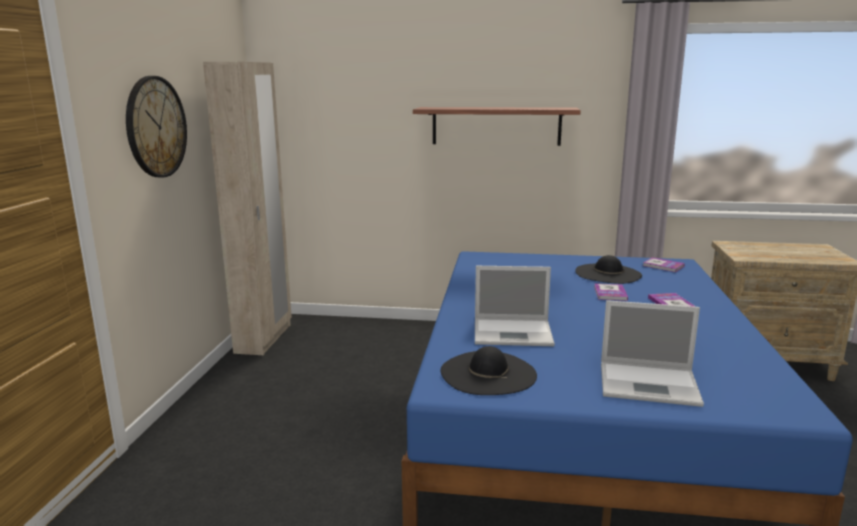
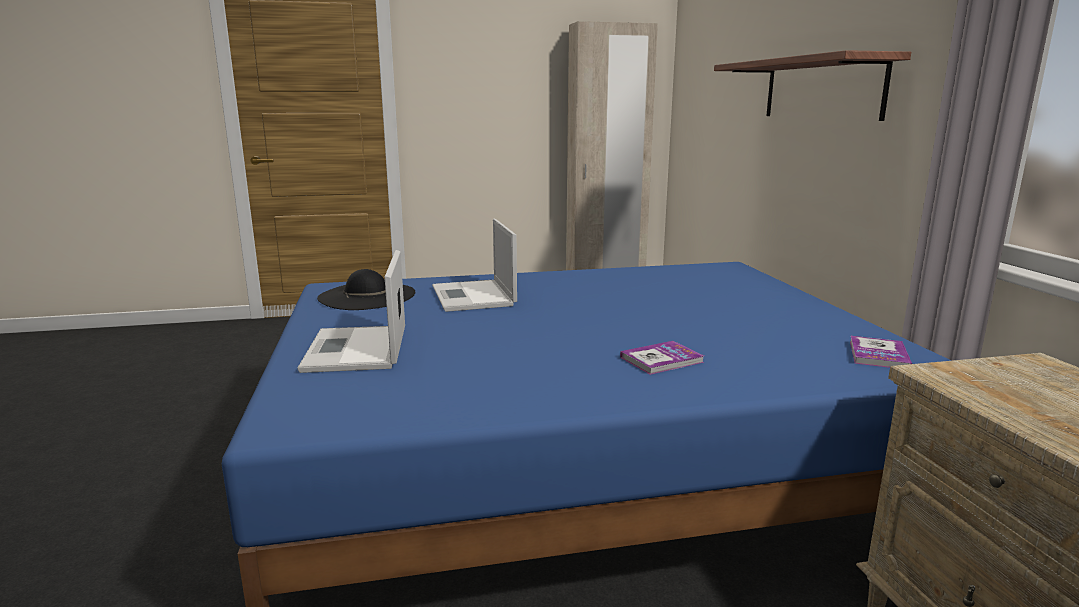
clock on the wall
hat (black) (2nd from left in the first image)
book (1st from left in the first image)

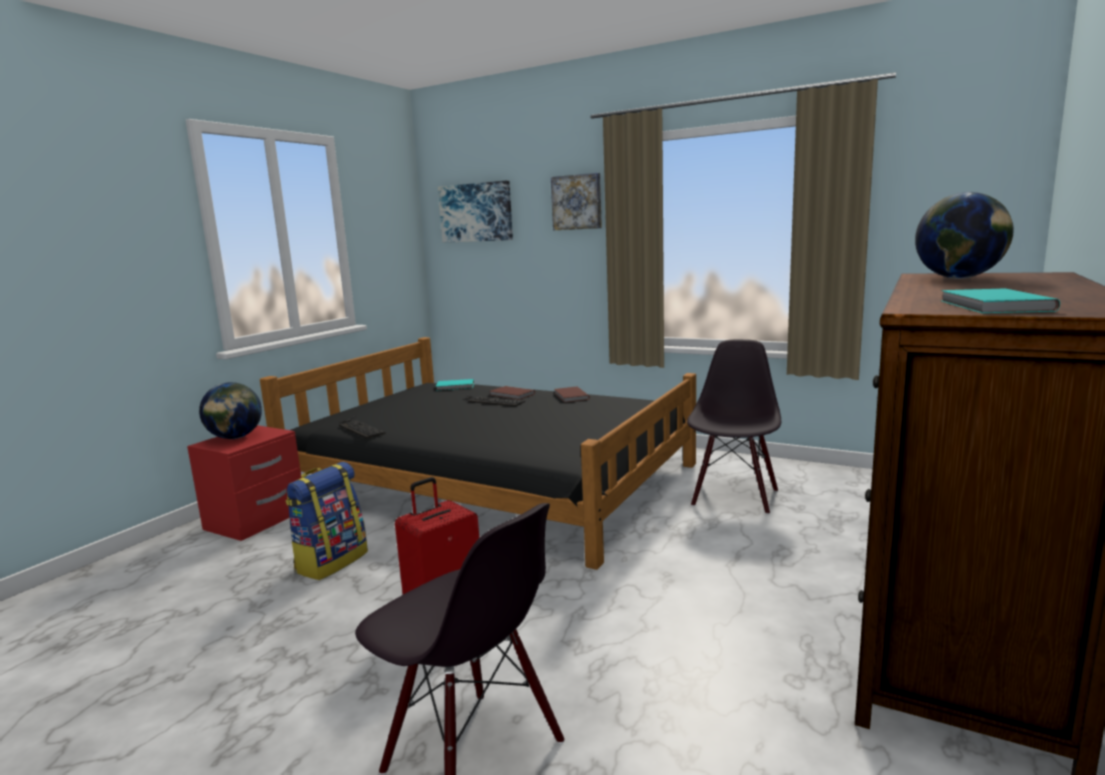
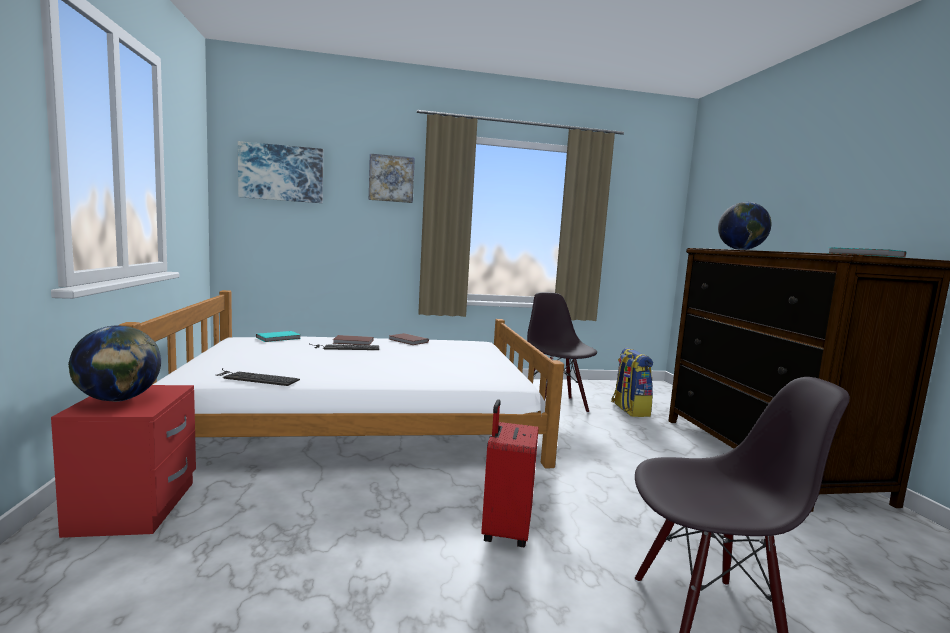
bed (white-coloured)
rucksack

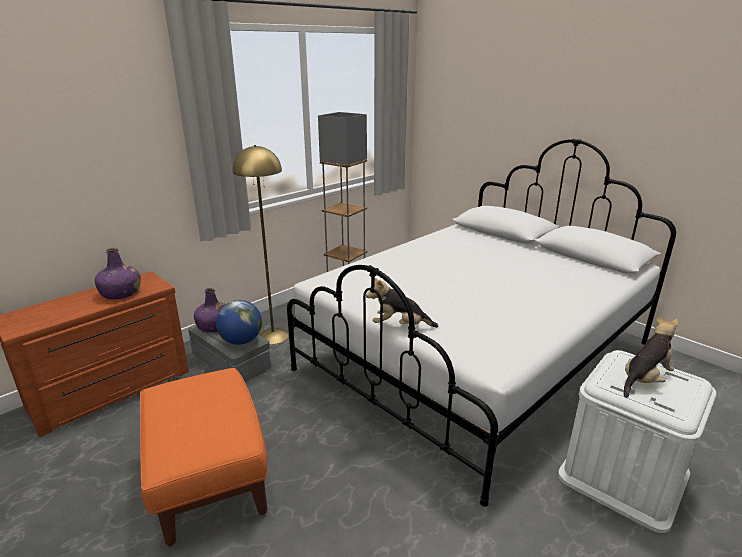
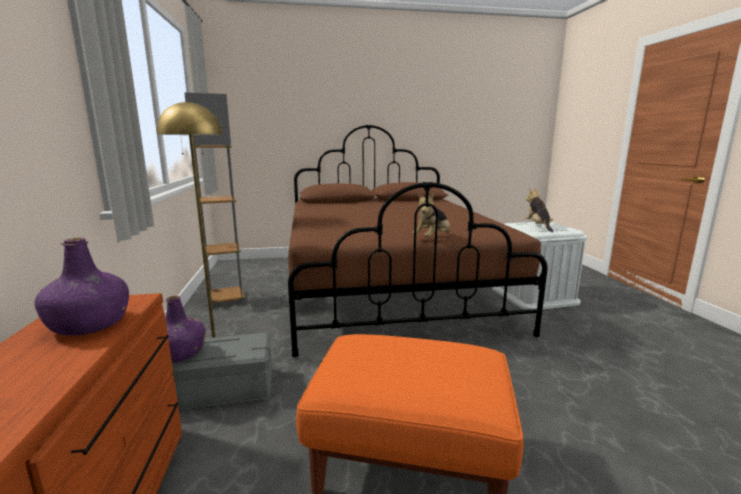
bed (brownish)
desk globe

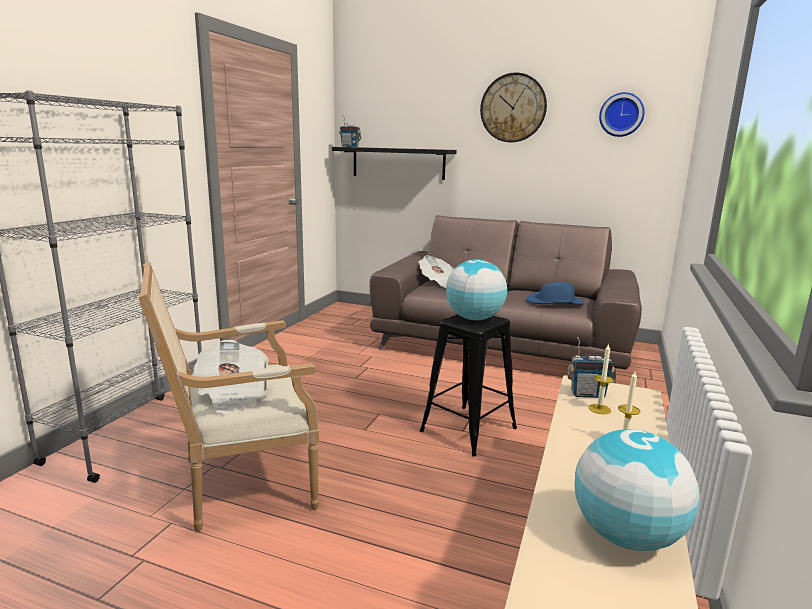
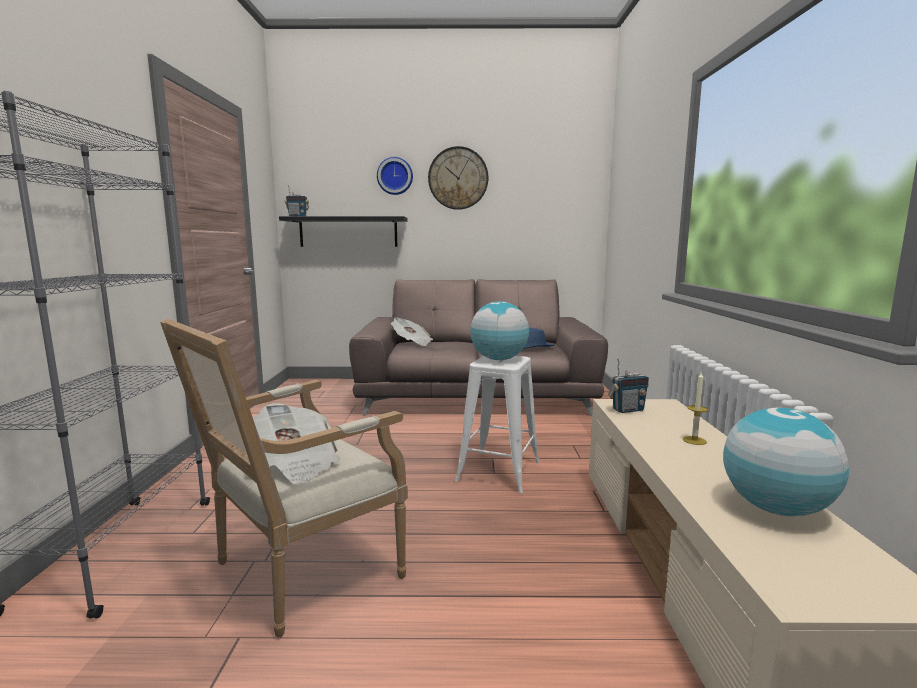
clock on the wall (1st from left)
sitting stool (white-coloured)
wax candle (1st from left in the first image)

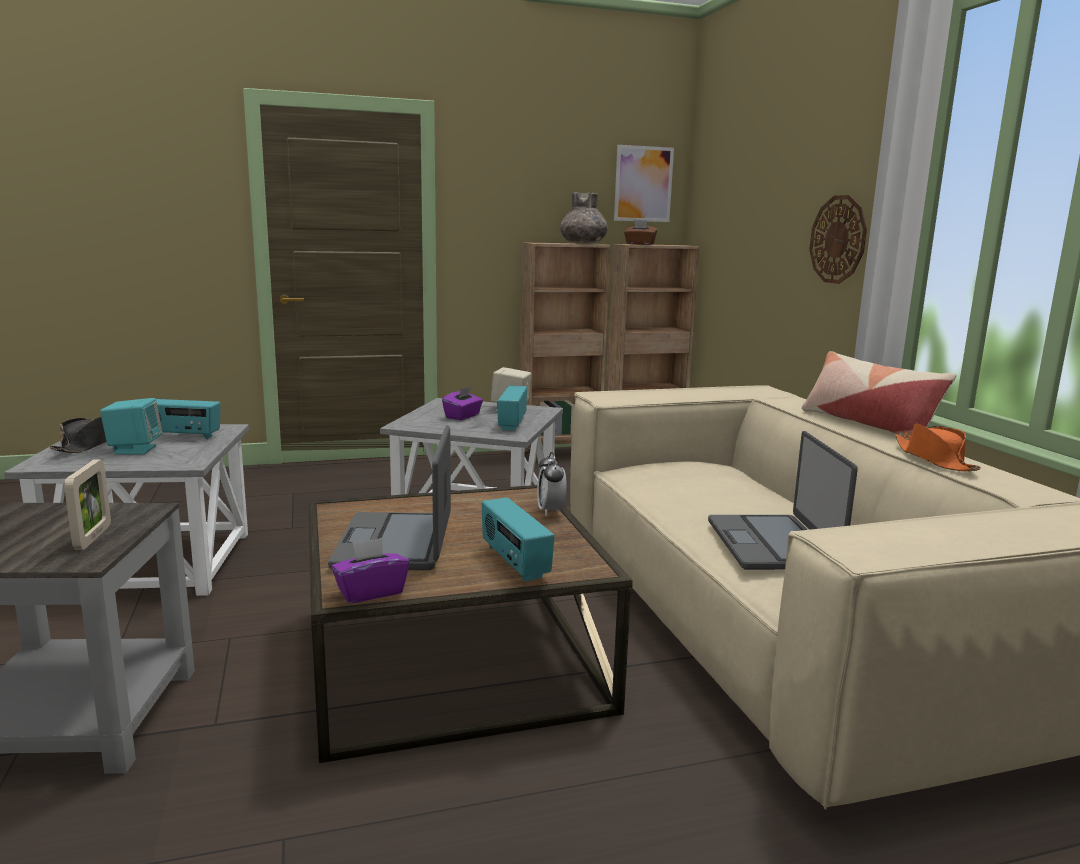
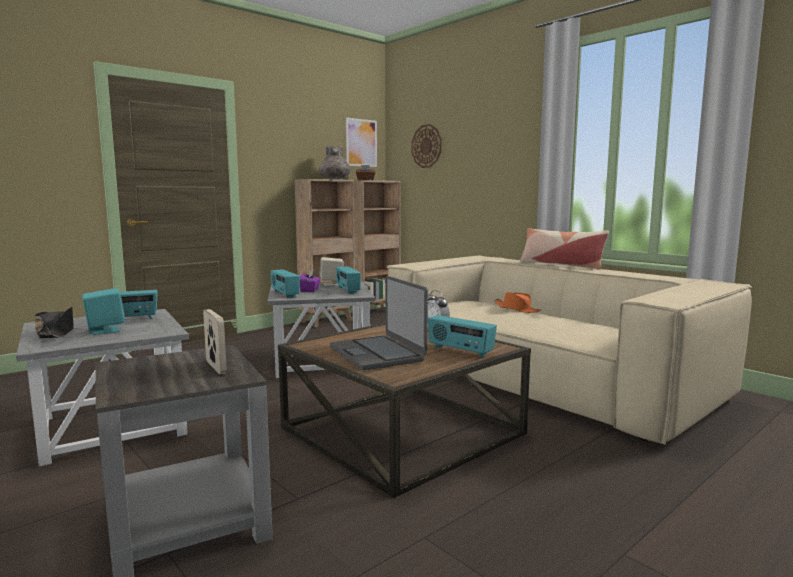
clock on the wall
hat (orange-coloured)
notebook computer (2nd from left in the first image)
tissue box (purple-coloured) (1st from left in the first image)
radio (2nd from left)

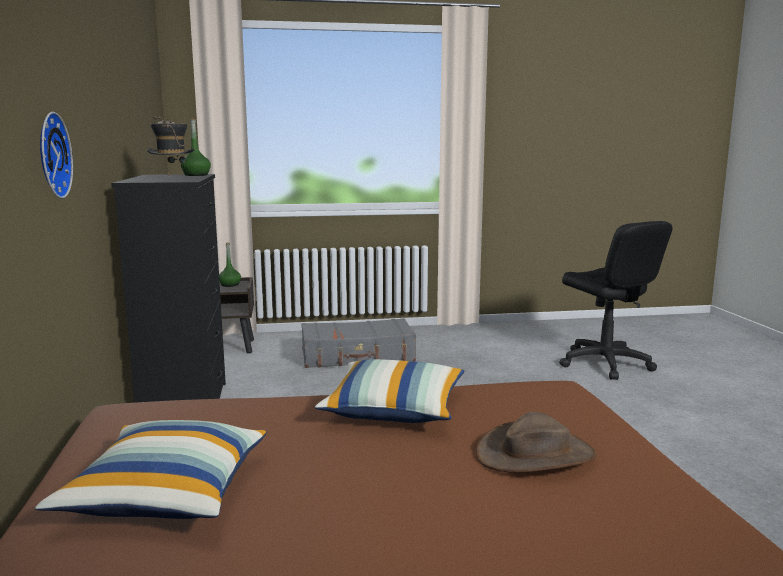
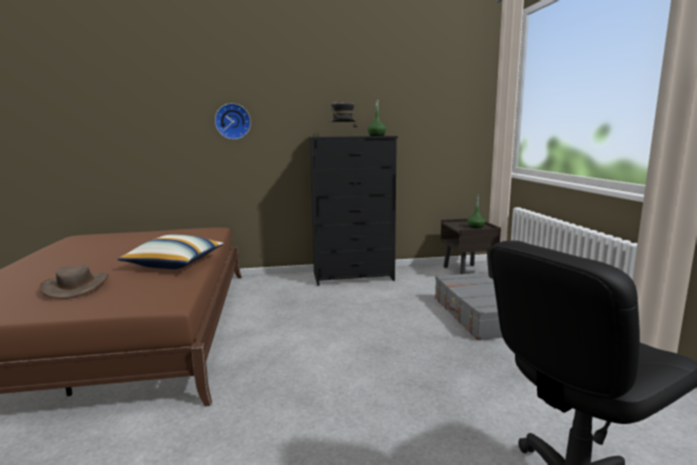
throw pillow (1st from left in the first image)

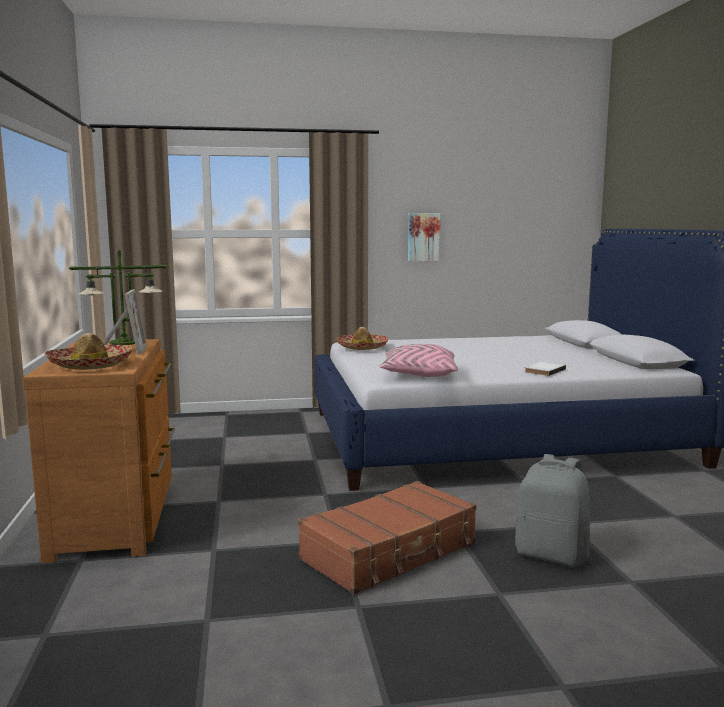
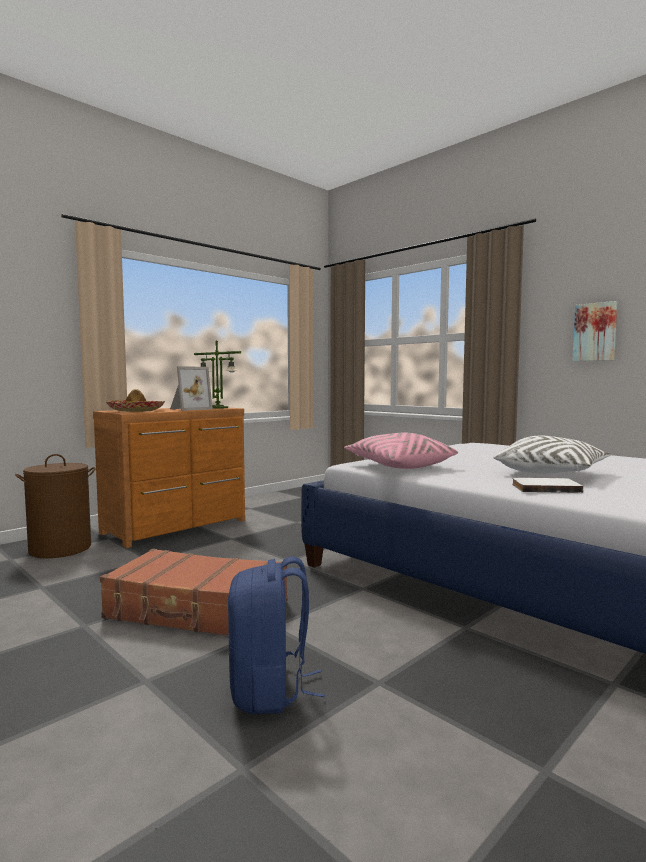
hat (2nd from left in the first image)
rucksack (blue-coloured)
throw pillow (white-coloured)
washing basket (brownish)

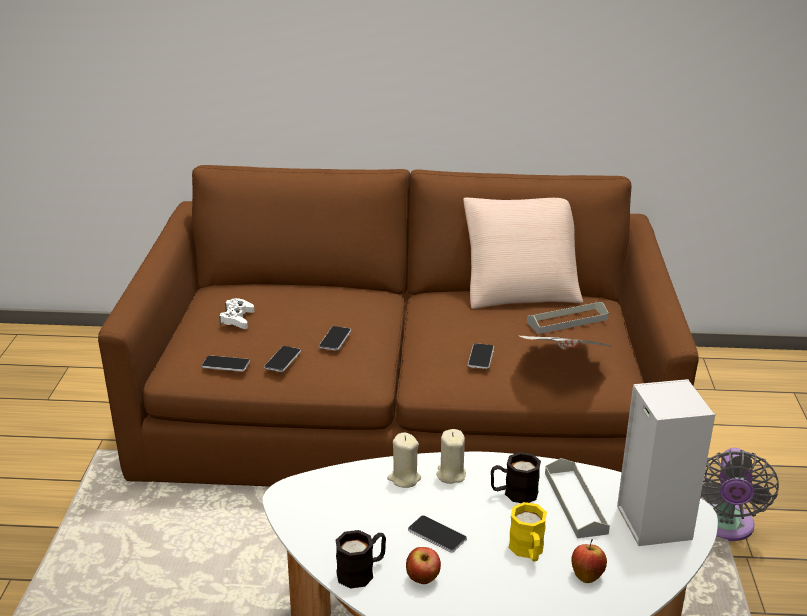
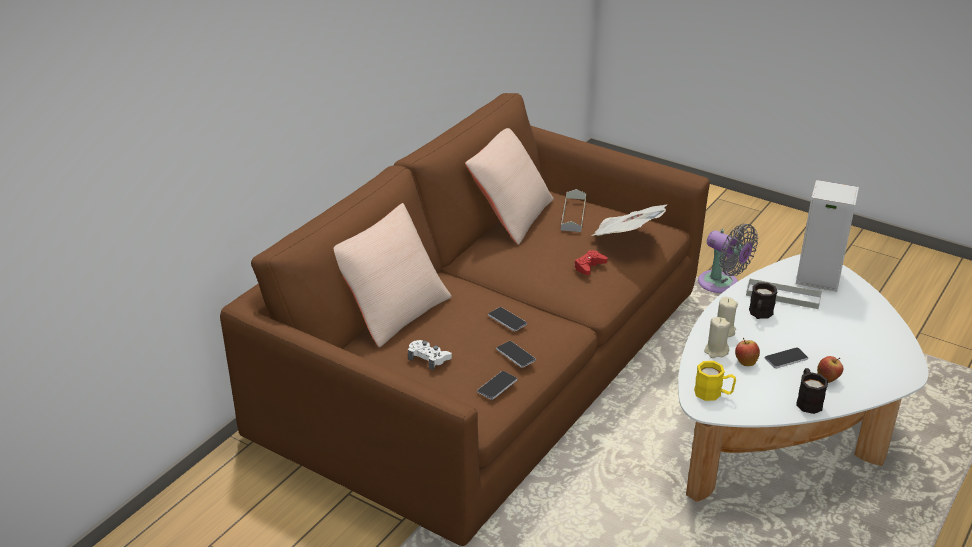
joypad (reddish)
coffee mug (yellow)
apple fruit (1st from left)
throw pillow (sand-coloured) (1st from left)

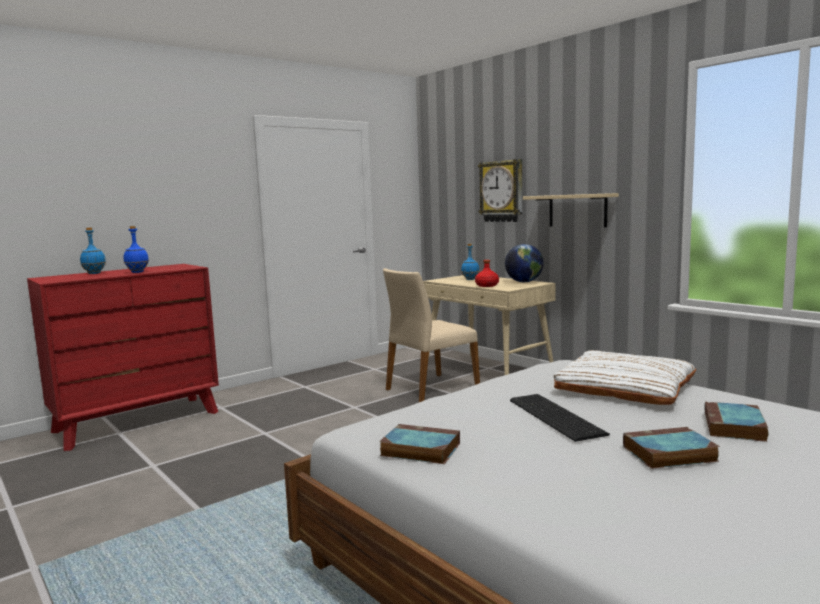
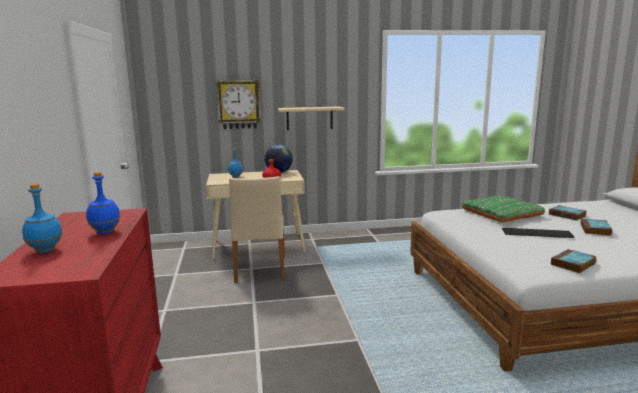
throw pillow (green)

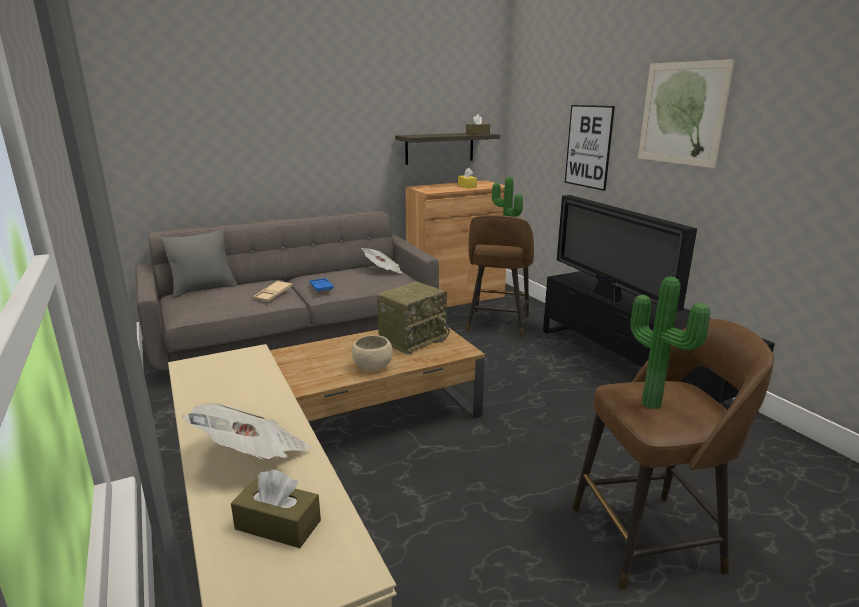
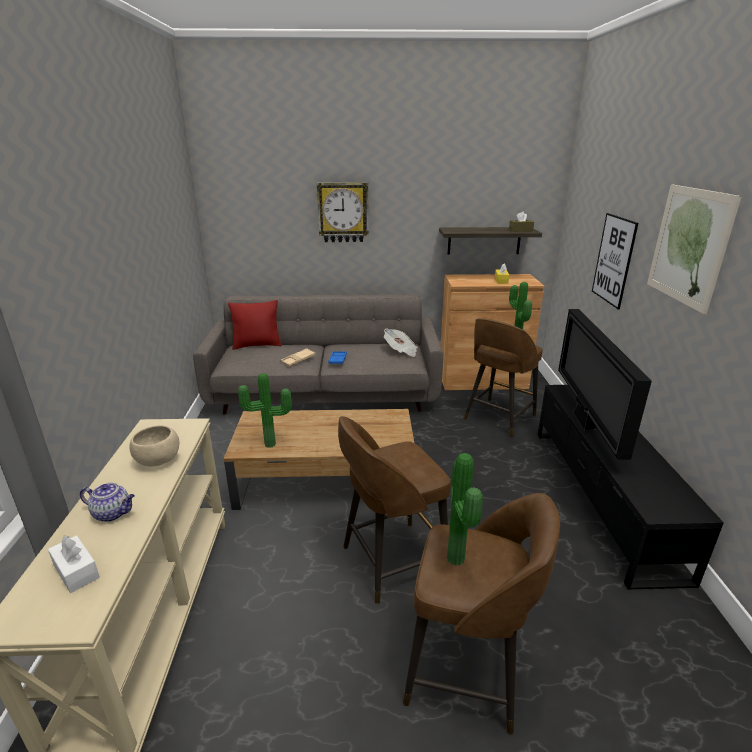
throw pillow (reddish)
radio
serving bowl (sand-coloured)
tea pot
tissue box (white-coloured)
clock on the wall
potted plant (1st from left)
sitting stool (brownish) (1st from left)

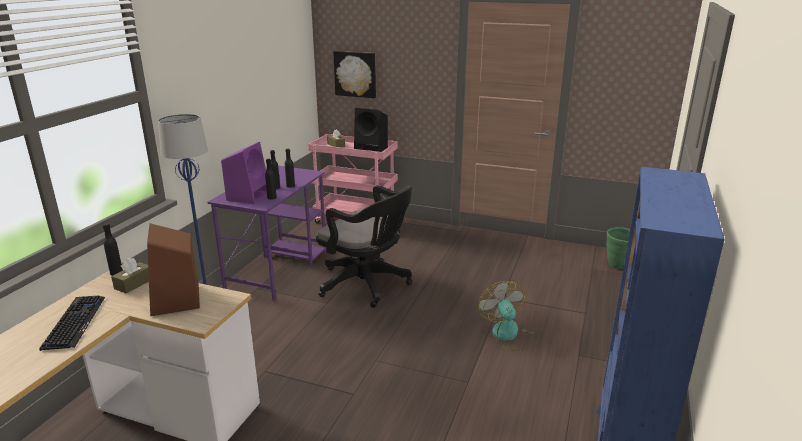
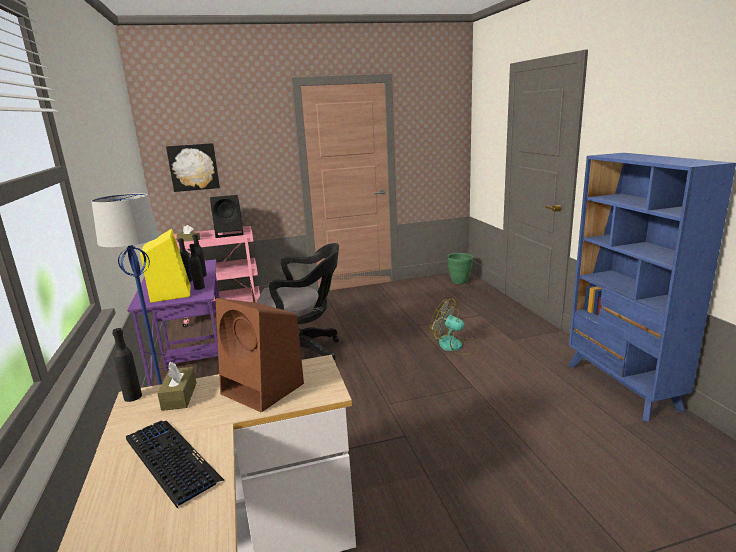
speaker (yellow)

